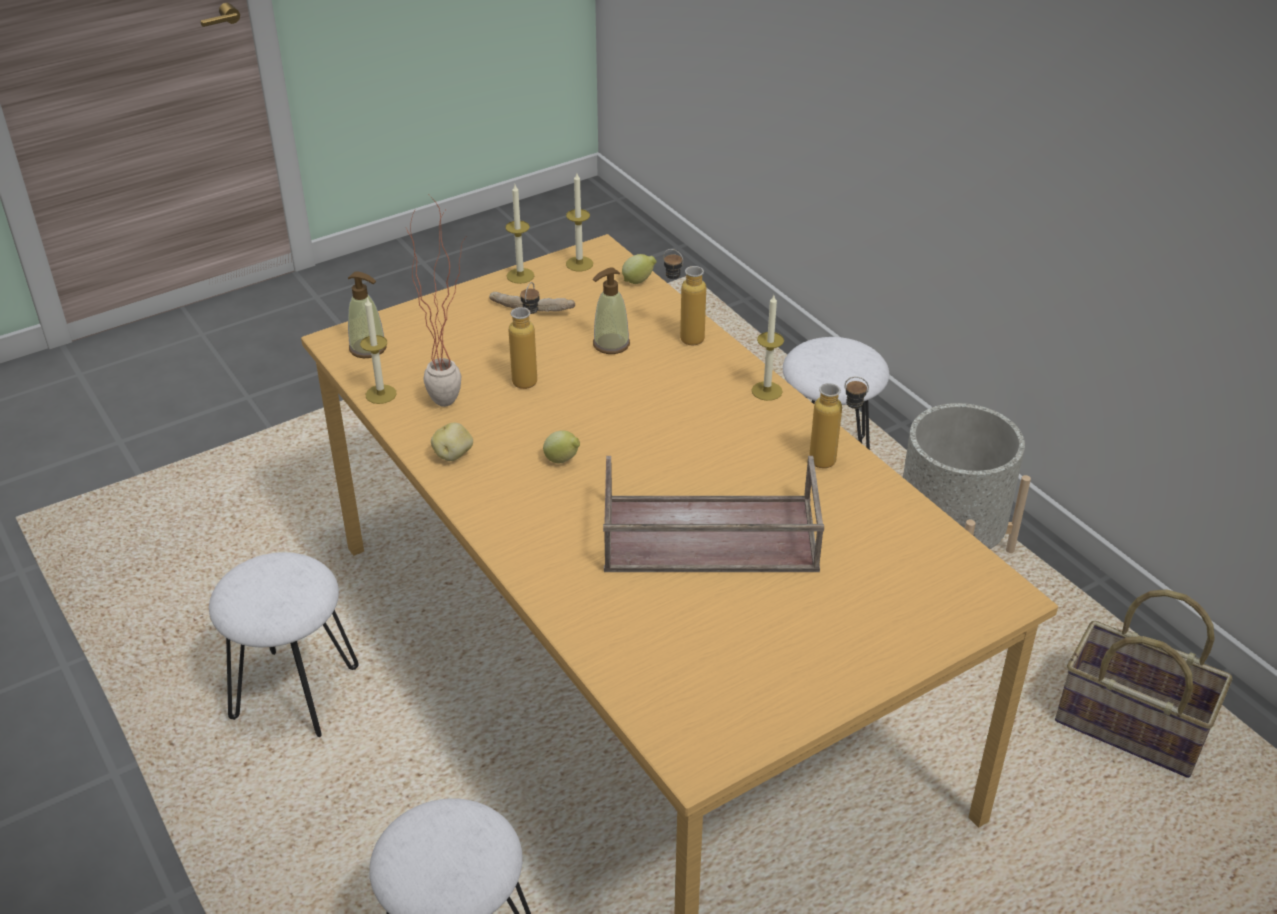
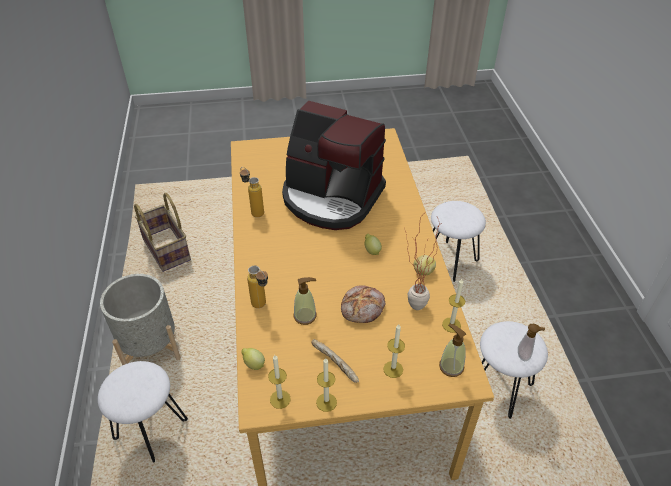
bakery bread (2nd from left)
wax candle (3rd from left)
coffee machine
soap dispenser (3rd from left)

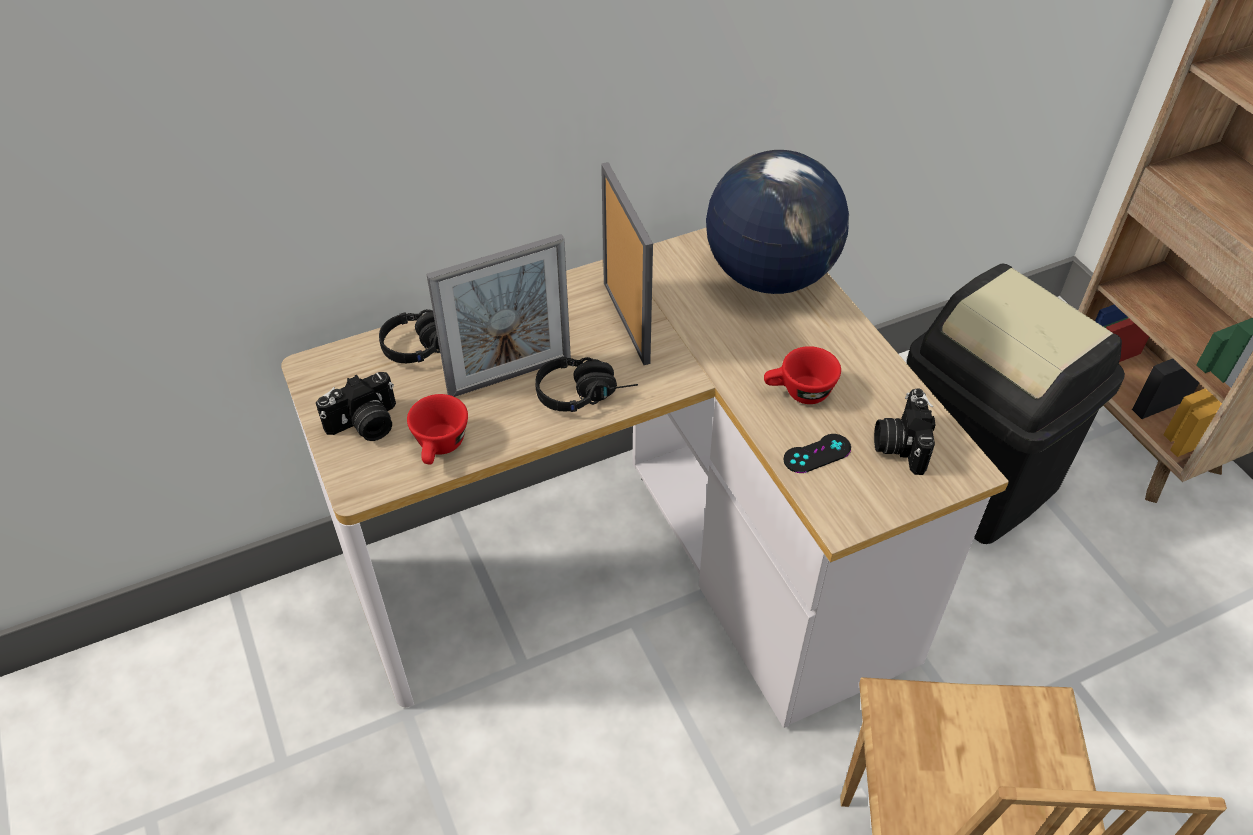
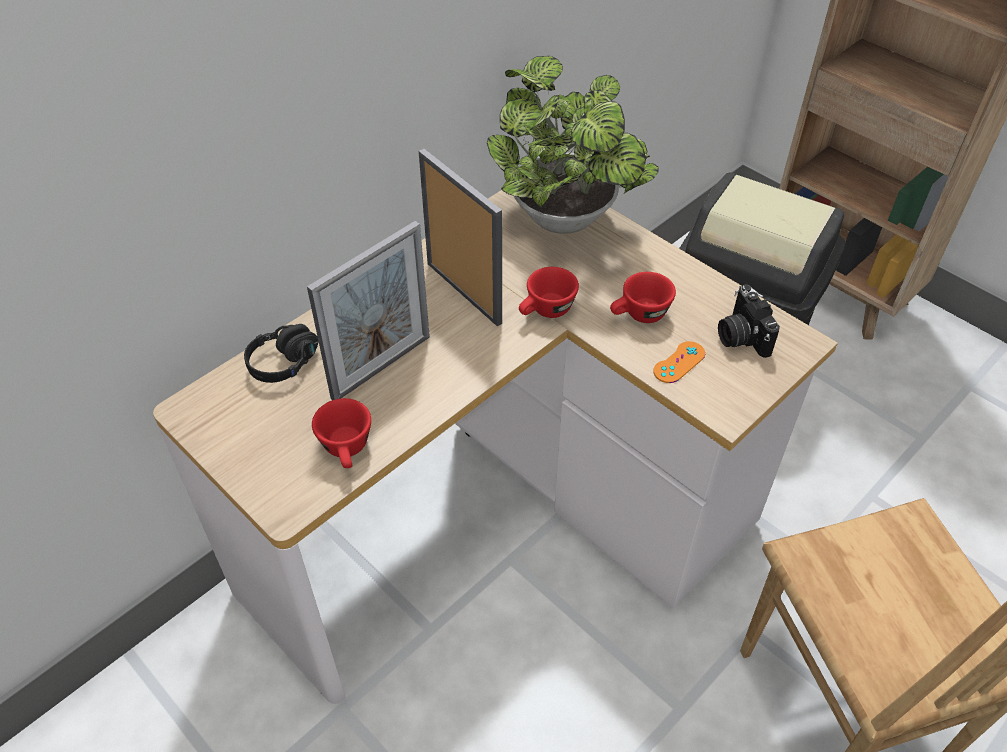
potted plant
headphones (black) (2nd from left in the first image)
photo camera (1st from left in the first image)
joypad (orange-coloured)
small cup (reddish) (2nd from left)

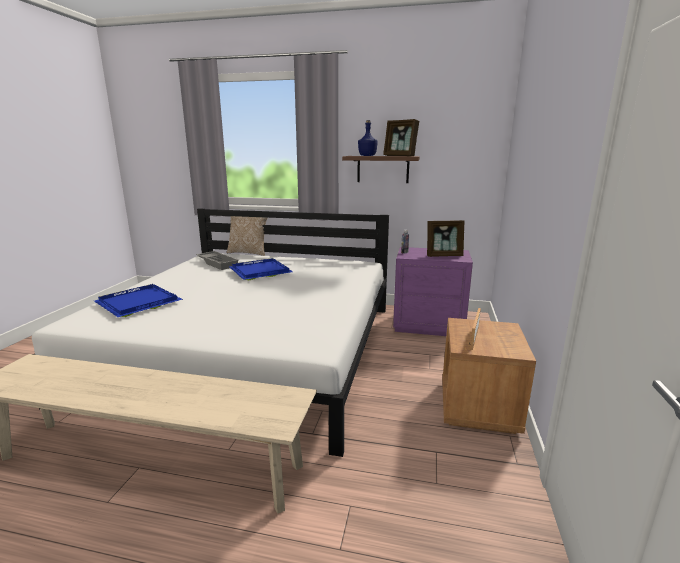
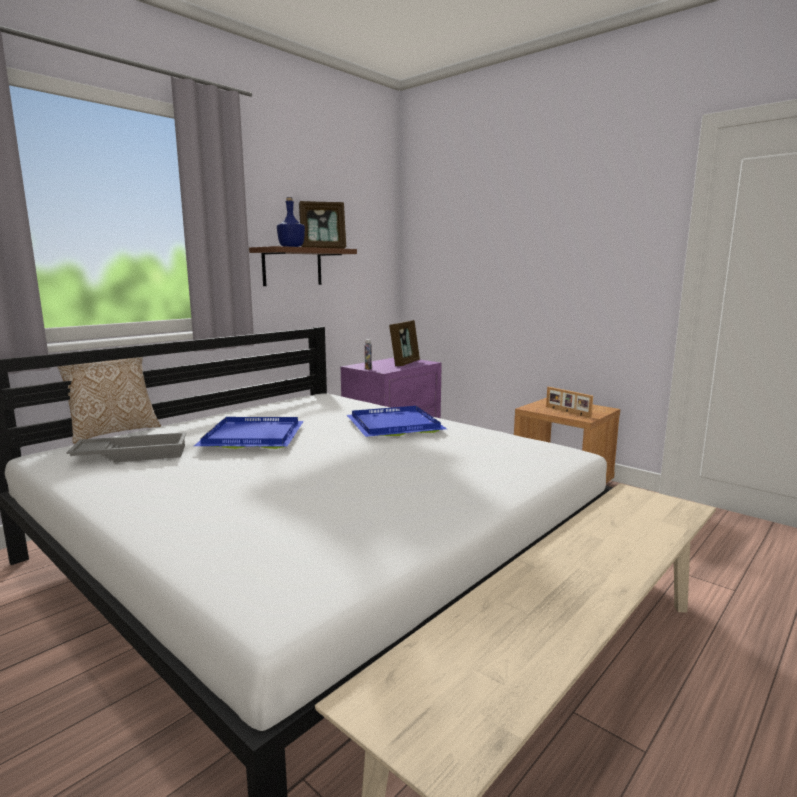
serving tray (blue-coloured) (2nd from left)

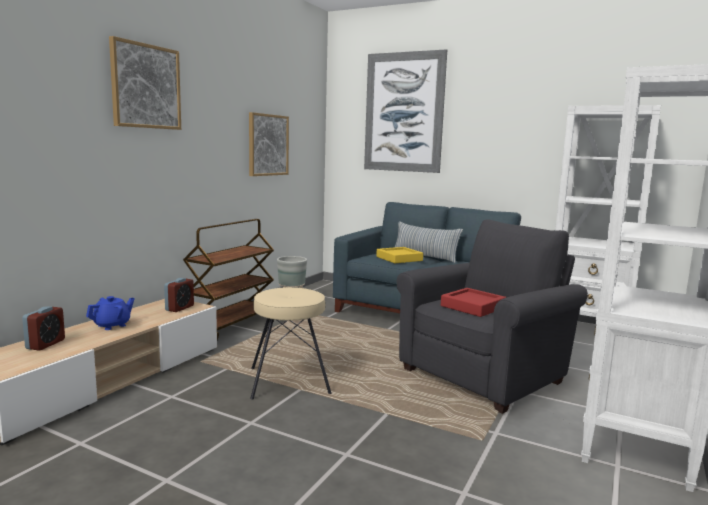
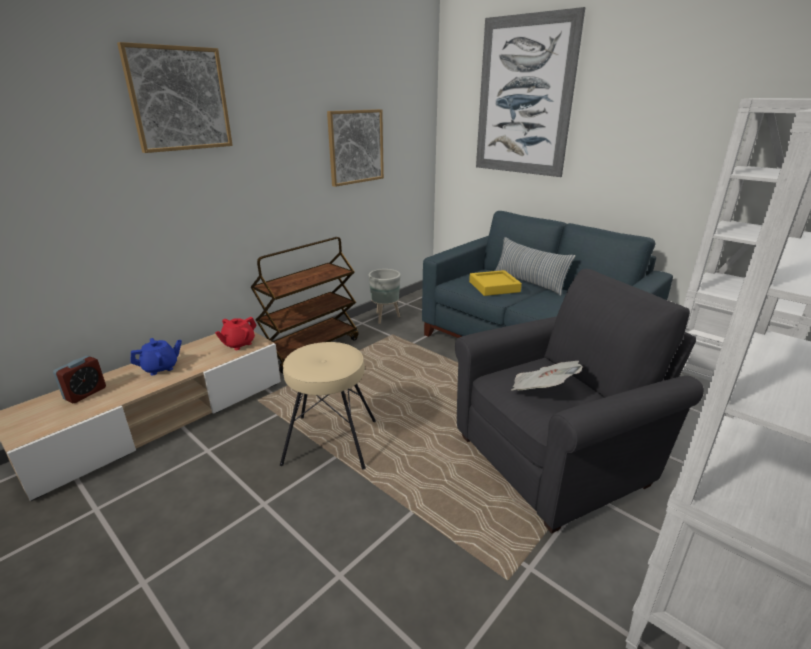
tea pot (reddish)
daily paper

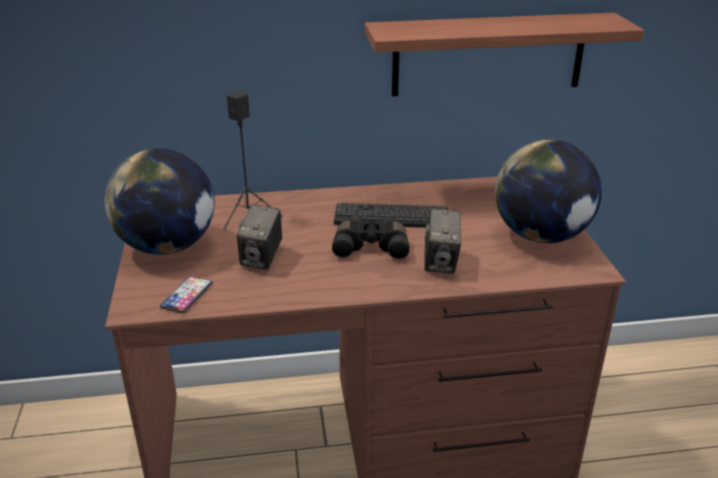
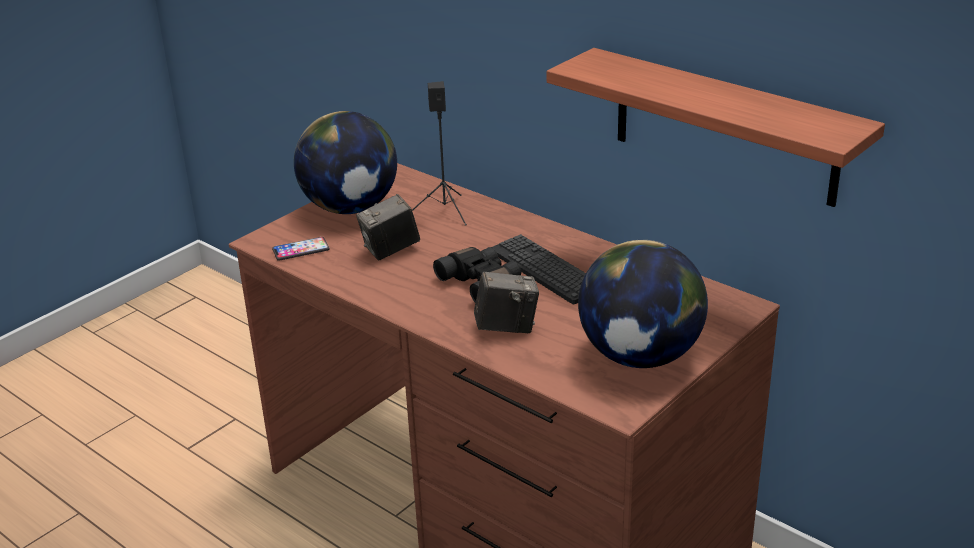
photo camera (2nd from left)

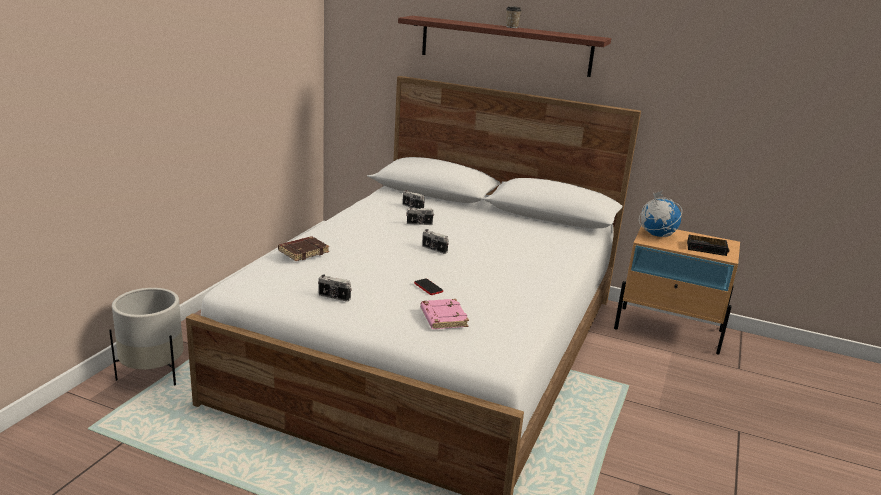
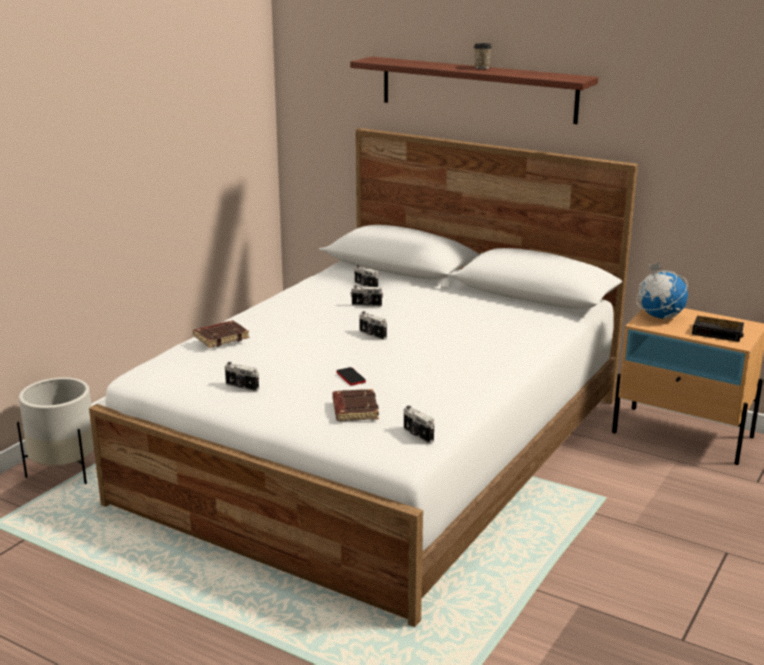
book (brownish) (2nd from left)
photo camera (5th from left)

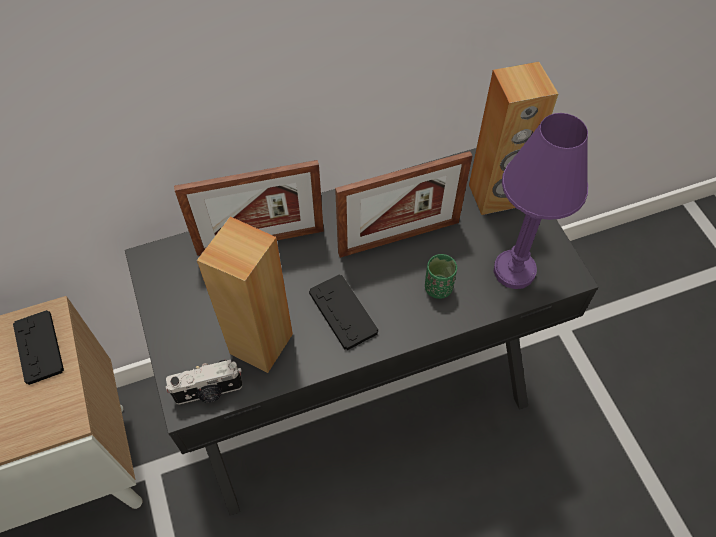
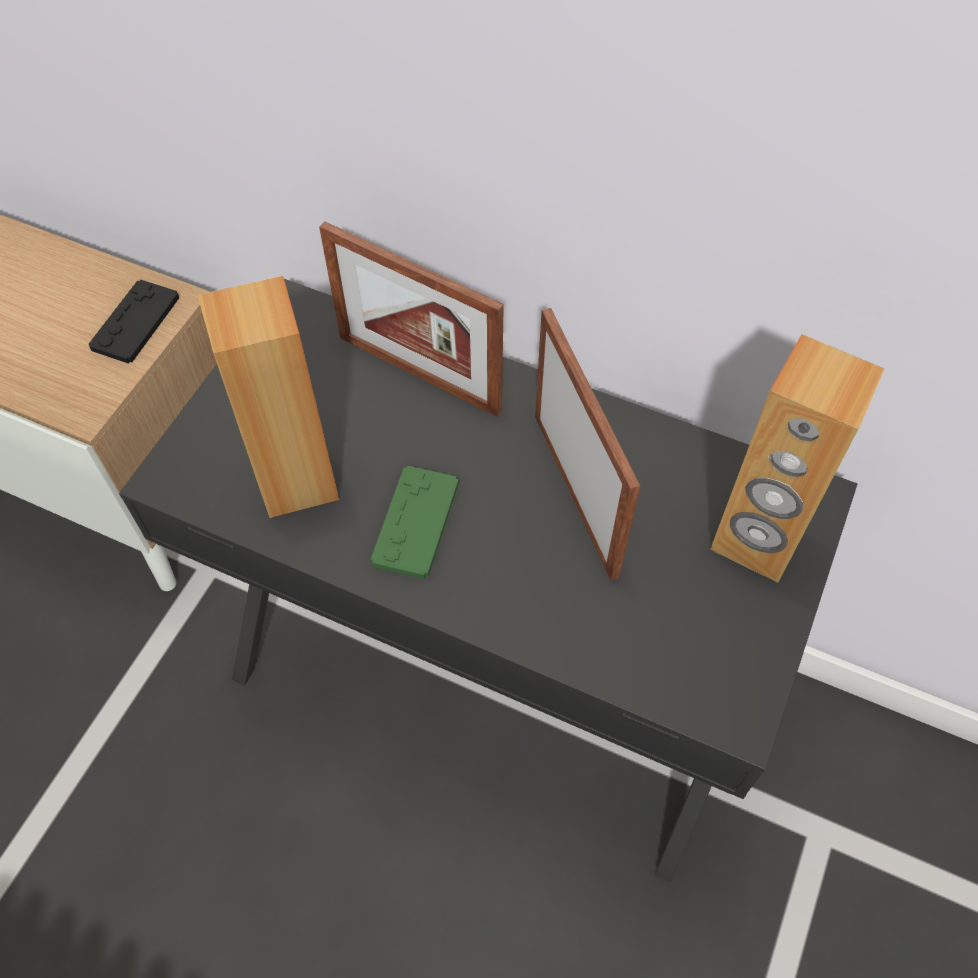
lamp for a table (purple-coloured)
standing frame (2nd from left)
small cup (green)
joypad (green)
photo camera

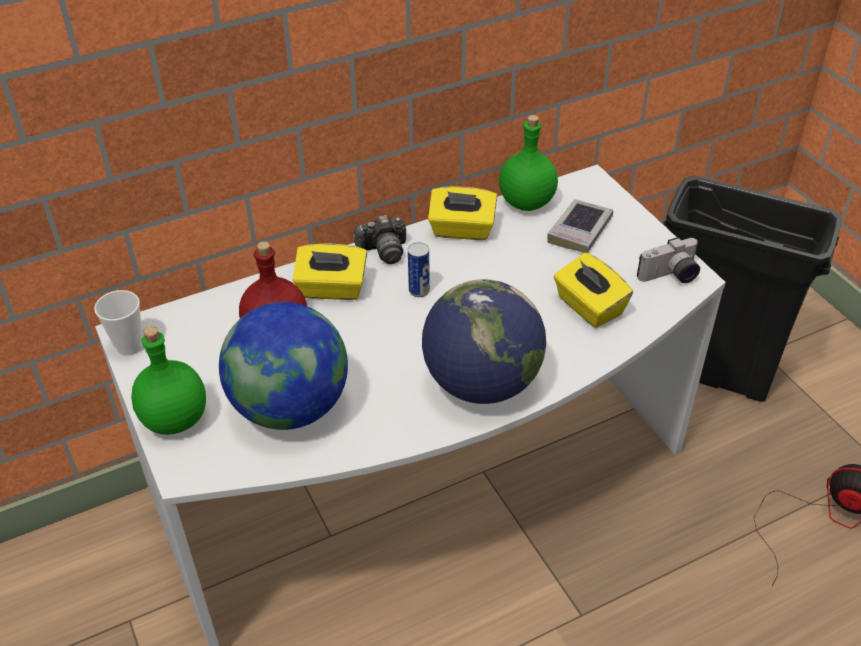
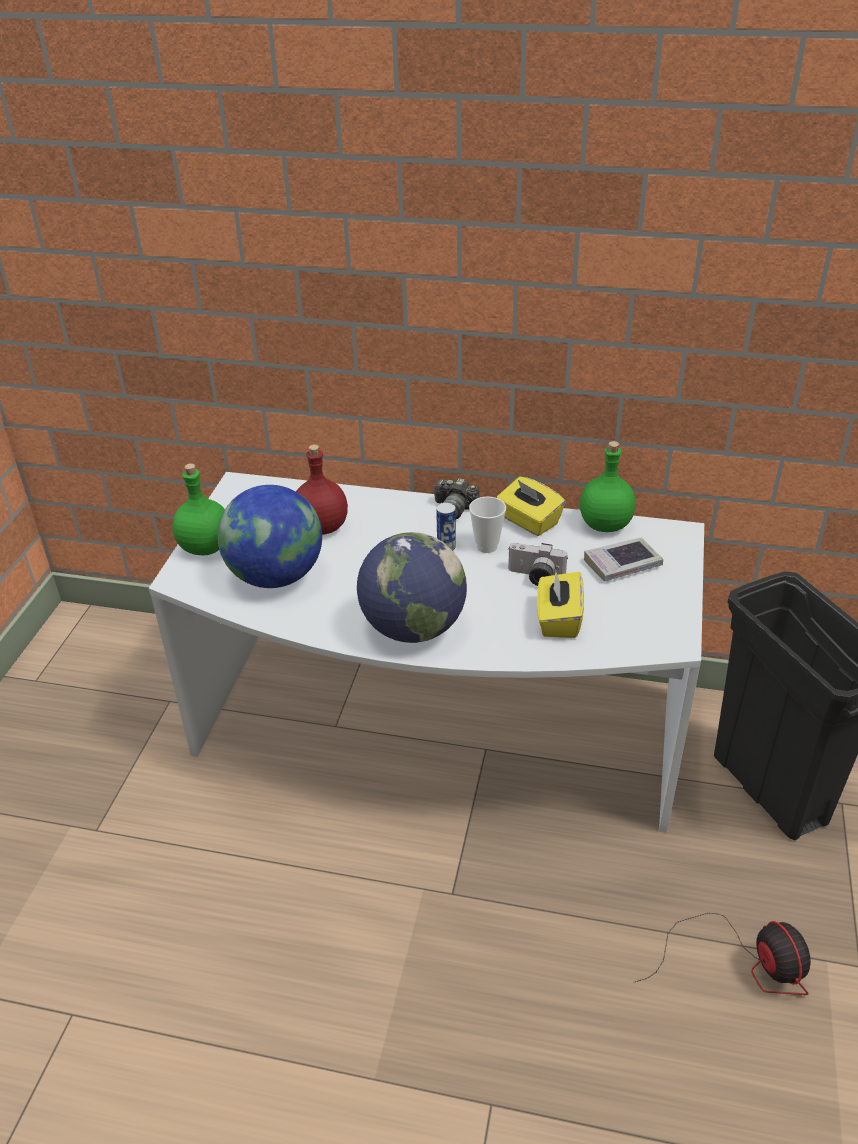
photo camera (2nd from left)
tissue box (yellow) (1st from left in the first image)
small cup

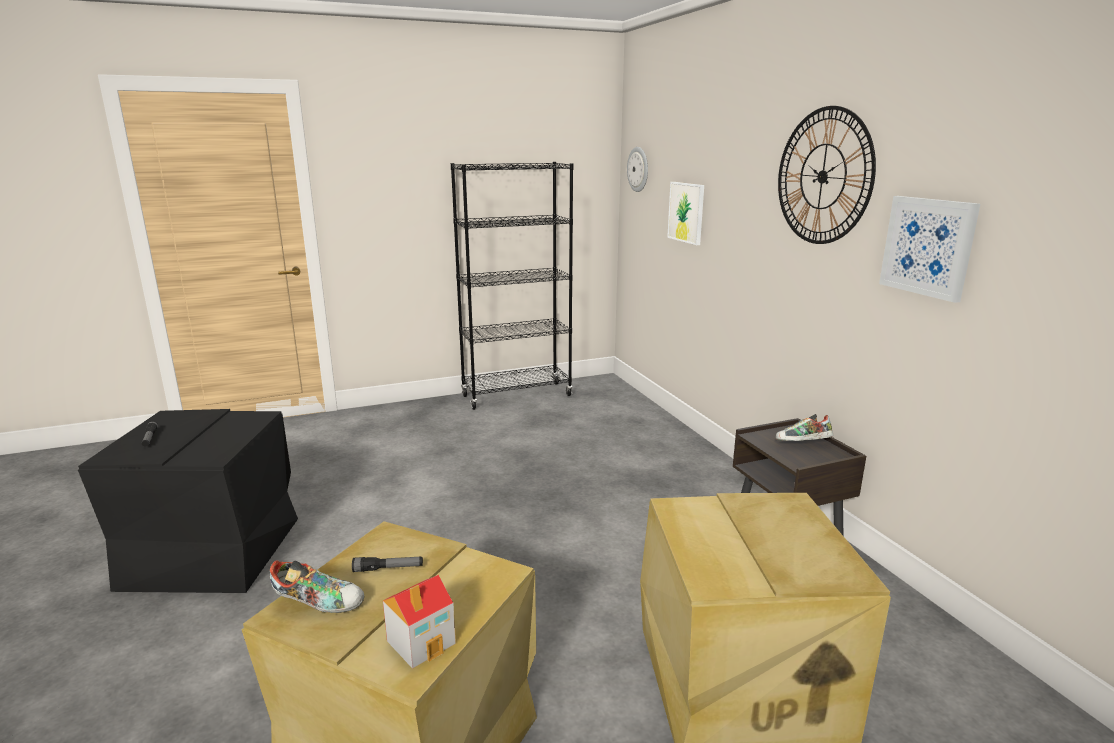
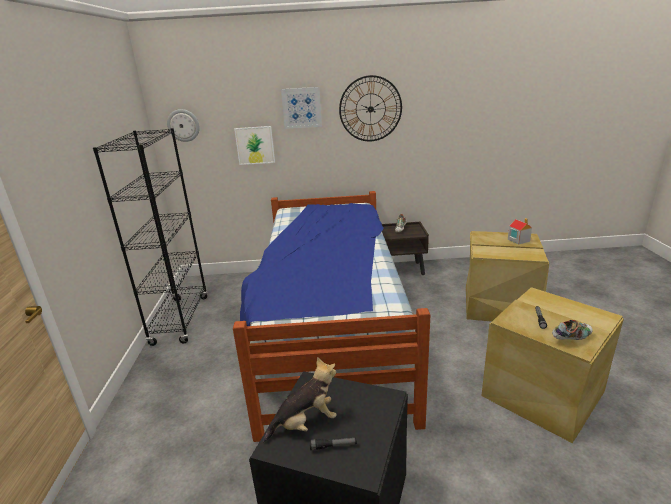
wall picture (2nd from left)
item of footwear (2nd from left)
model house
bed
cuddly toy

